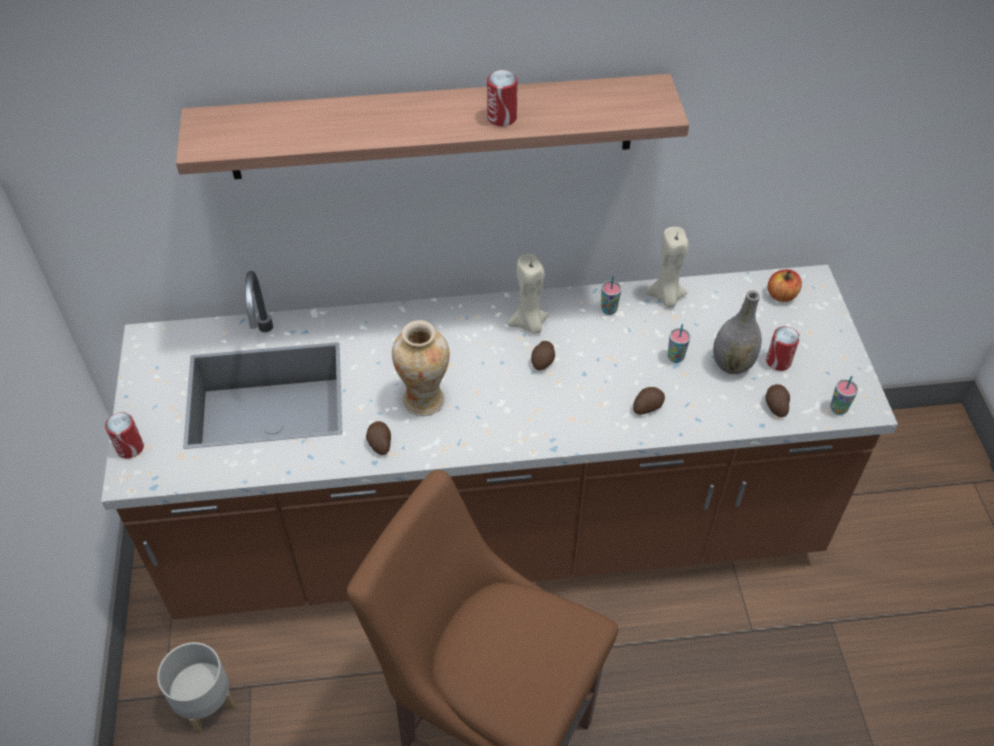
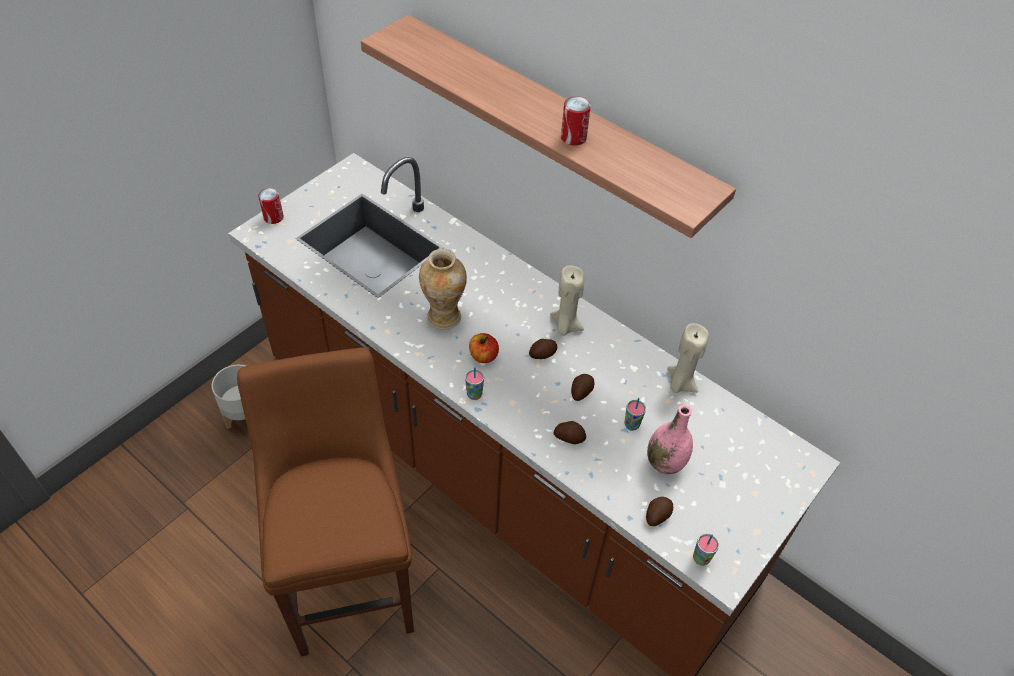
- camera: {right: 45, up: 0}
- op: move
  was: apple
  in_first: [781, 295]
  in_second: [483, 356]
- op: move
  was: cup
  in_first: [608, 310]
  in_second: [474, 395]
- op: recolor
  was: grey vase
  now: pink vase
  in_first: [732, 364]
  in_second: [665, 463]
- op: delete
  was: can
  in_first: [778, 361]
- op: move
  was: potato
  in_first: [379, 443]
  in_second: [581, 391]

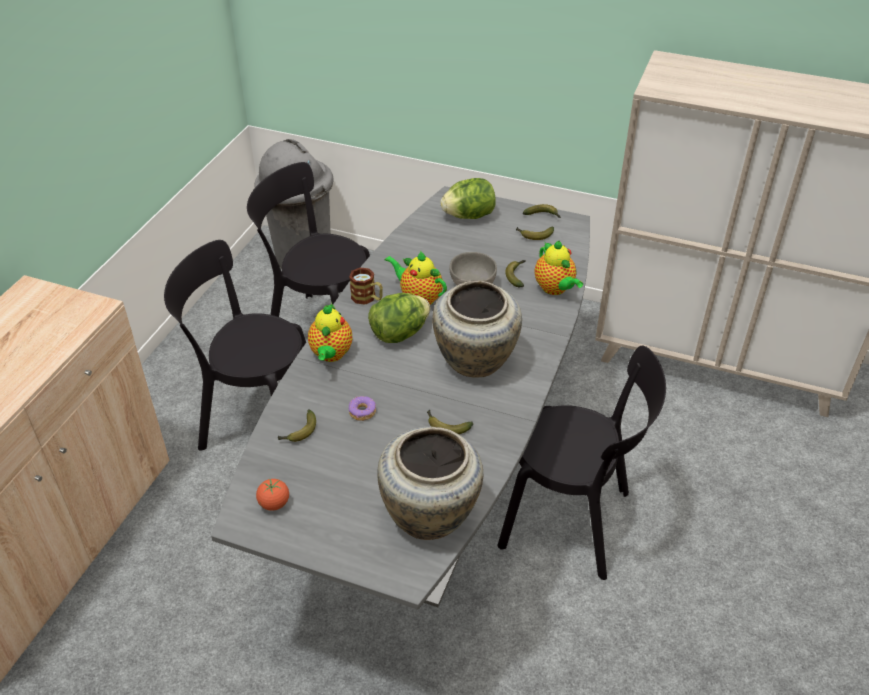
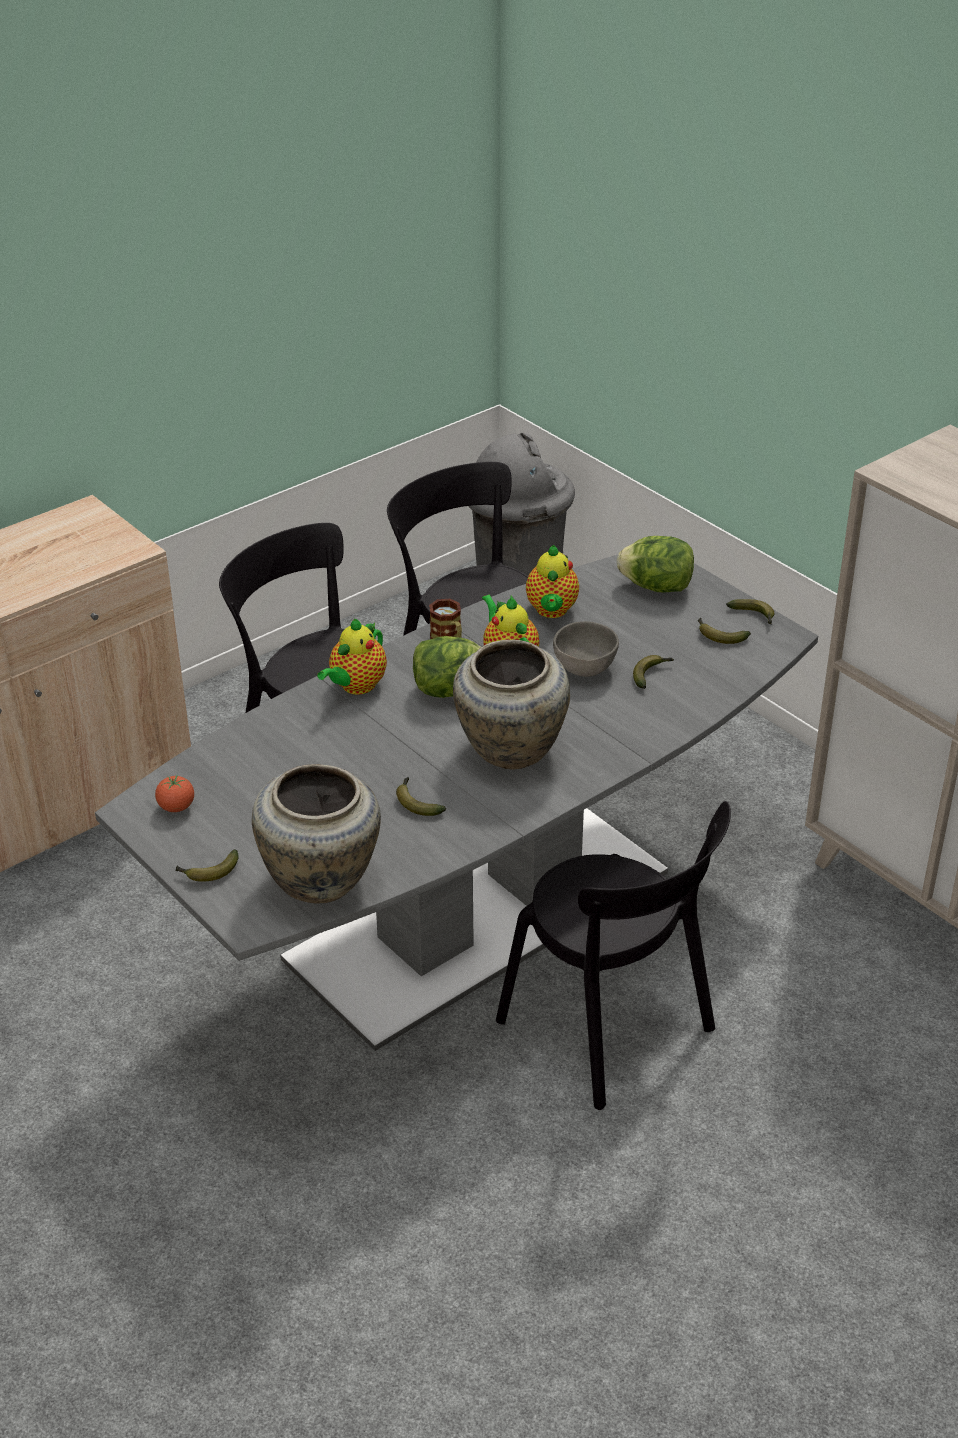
- camera: {right: 30, up: -5}
- op: move
  was: teapot
  in_first: [555, 289]
  in_second: [551, 611]
- op: delete
  was: donut
  in_first: [362, 412]
- op: move
  was: banana
  in_first: [299, 432]
  in_second: [208, 872]

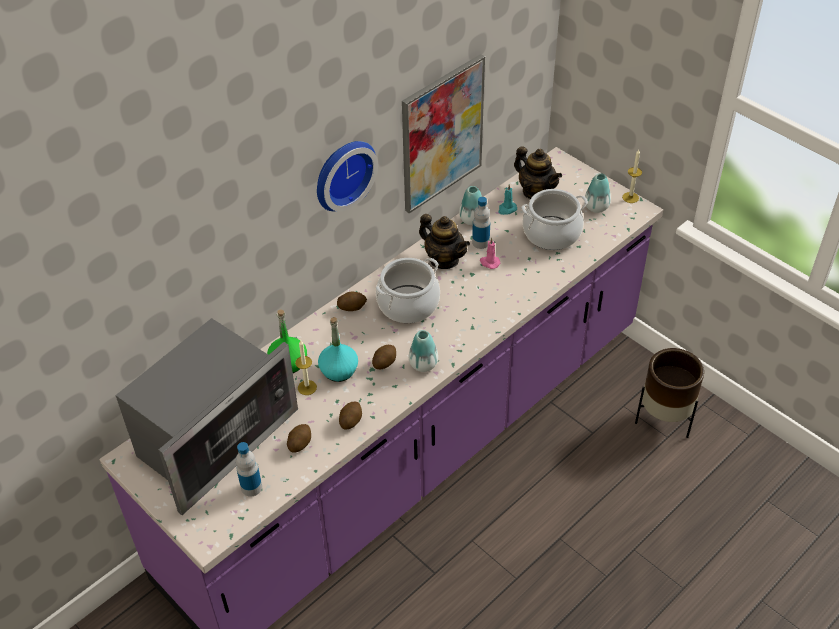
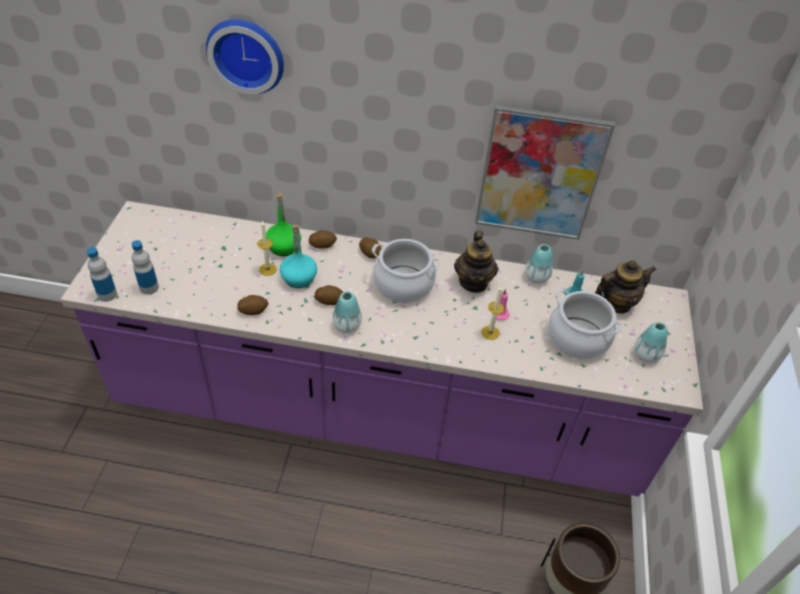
- camera: {right: 50, up: 0}
- op: move
  was: wall clock
  in_first: [342, 173]
  in_second: [247, 54]
- op: rotate
  was: teapot
  in_first: [536, 192]
  in_second: [616, 303]
  clockwise: -120
- op: move
  was: candle
  in_first: [630, 197]
  in_second: [490, 332]
- op: move
  was: bottle
  in_first: [480, 242]
  in_second: [107, 294]
- op: delete
  was: microwave
  in_first: [213, 438]
- op: move
  was: potato
  in_first: [299, 443]
  in_second: [322, 245]

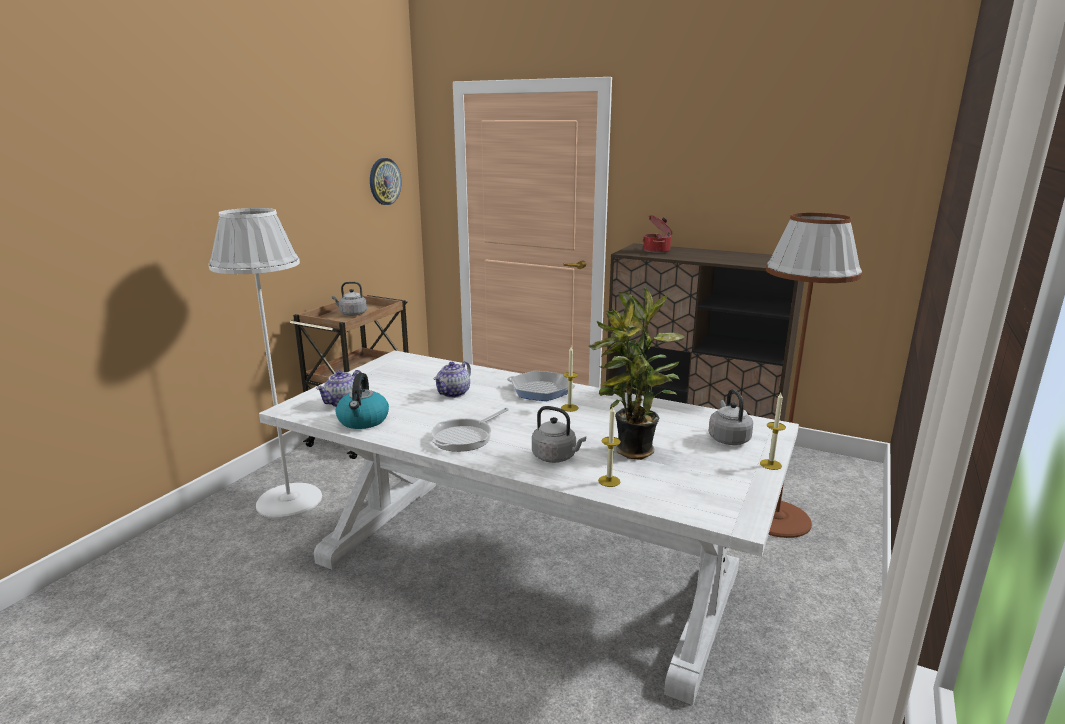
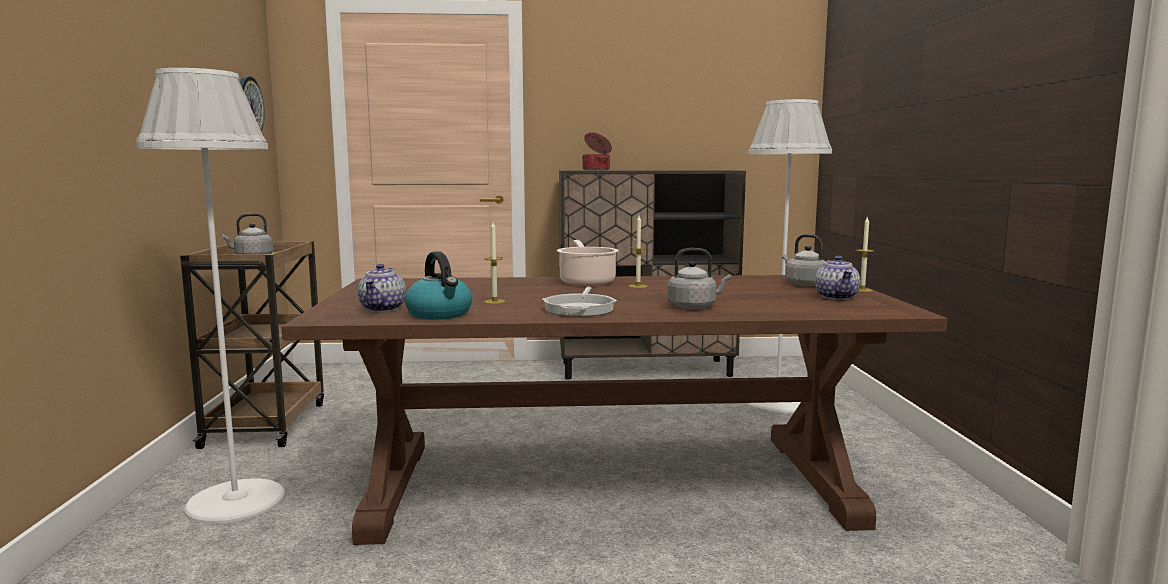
- camera: {right: -30, up: -10}
- op: recolor
  was: brown floor lamp
  now: white floor lamp
  in_first: [776, 518]
  in_second: [778, 402]
- op: delete
  was: potted plant
  in_first: [632, 452]
- op: recolor
  was: white dining table
  now: brown dining table
  in_first: [526, 566]
  in_second: [609, 483]
- op: move
  was: teapot
  in_first: [453, 393]
  in_second: [837, 297]
- op: replace
  was: frying pan
  now: cooking pot
  in_first: [540, 390]
  in_second: [586, 282]
- op: move
  was: candle
  in_first: [609, 481]
  in_second: [494, 301]

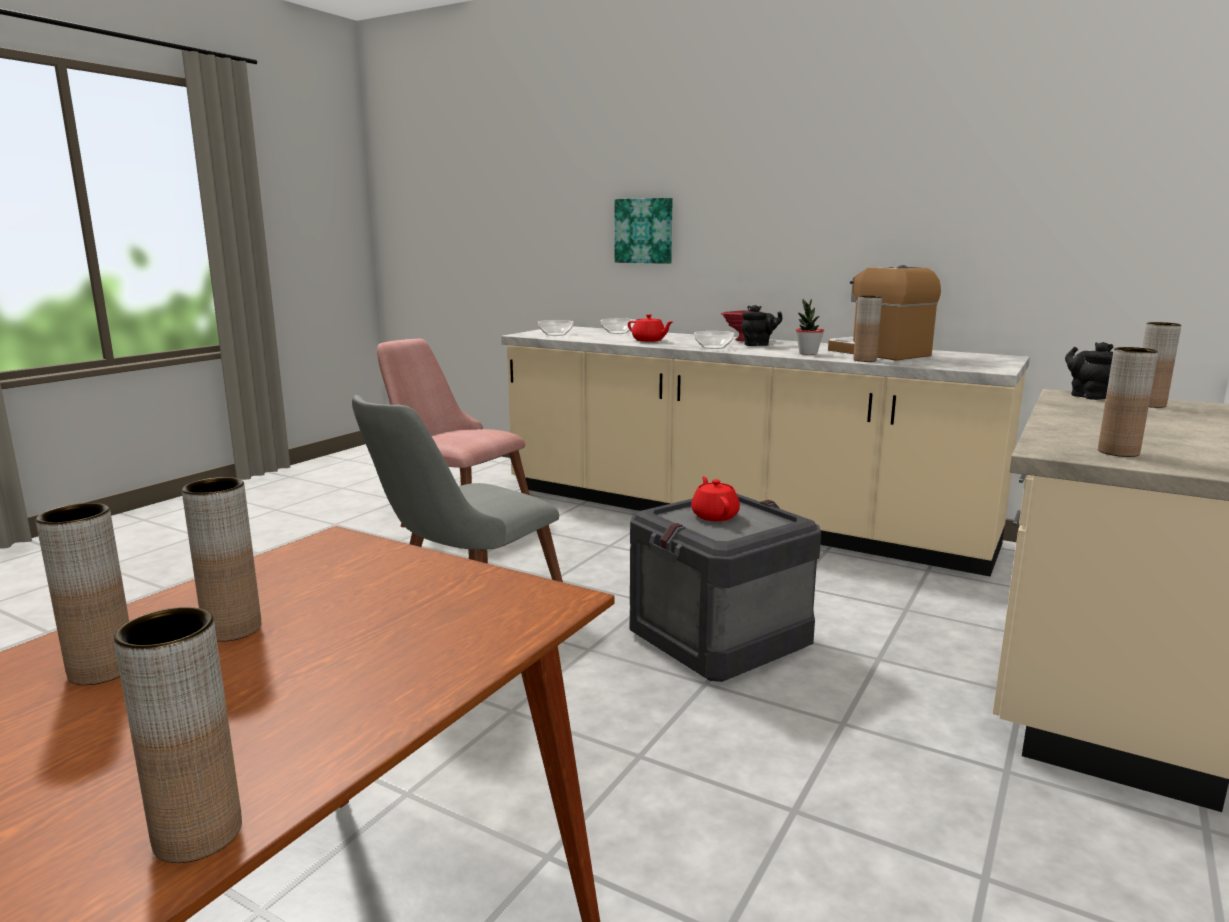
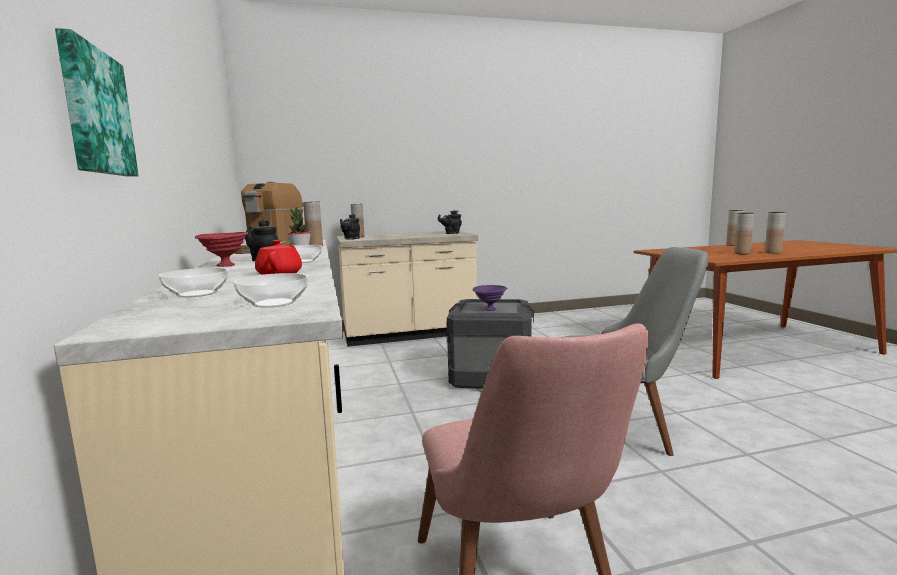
- camera: {right: -135, up: -5}
- op: replace
  was: brown vase
  now: black teapot
  in_first: [1118, 452]
  in_second: [451, 233]
- op: replace
  was: red teapot
  now: purple bowl
  in_first: [714, 515]
  in_second: [490, 310]

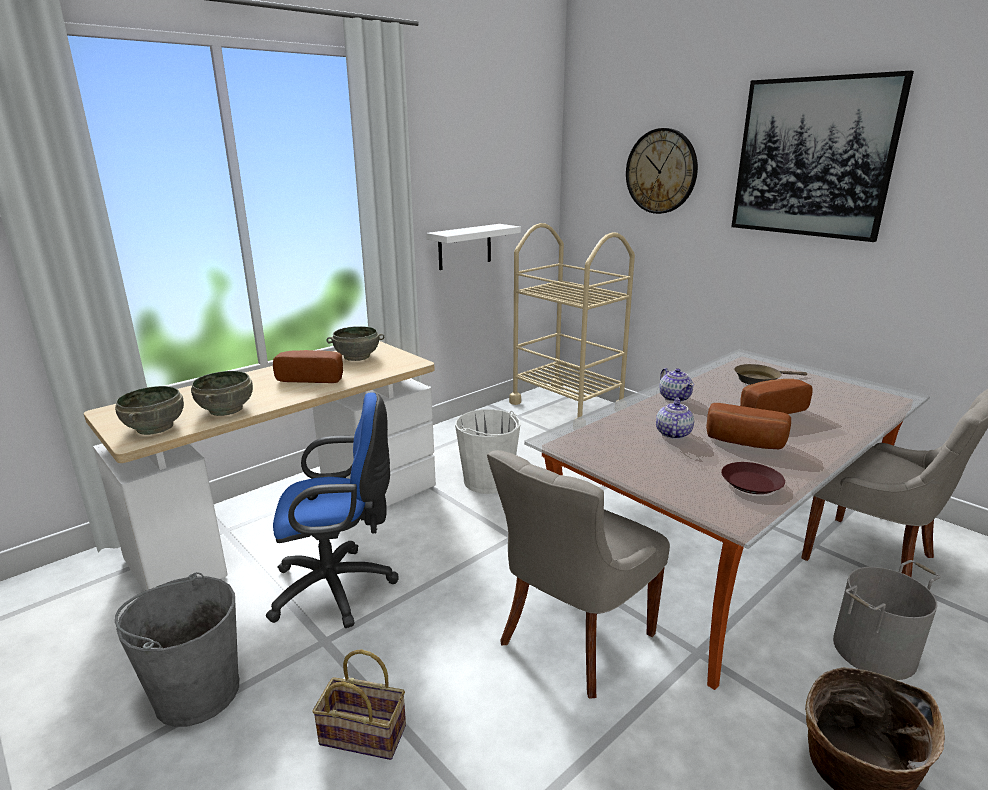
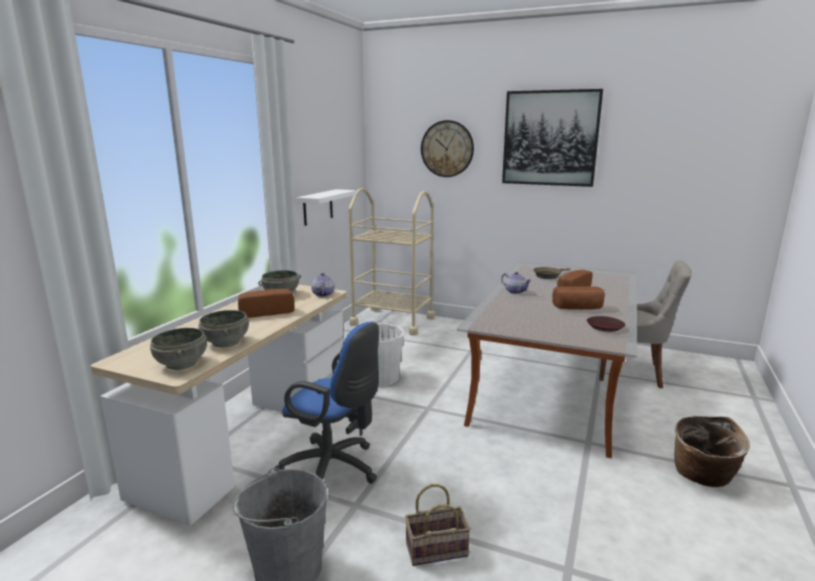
- camera: {right: -25, up: -5}
- op: rotate
  was: blue office chair
  in_first: [339, 588]
  in_second: [334, 470]
  clockwise: 60
- op: move
  was: teapot
  in_first: [672, 434]
  in_second: [323, 294]
- op: delete
  was: grey chair
  in_first: [573, 639]
- op: delete
  was: grey bucket
  in_first: [875, 651]

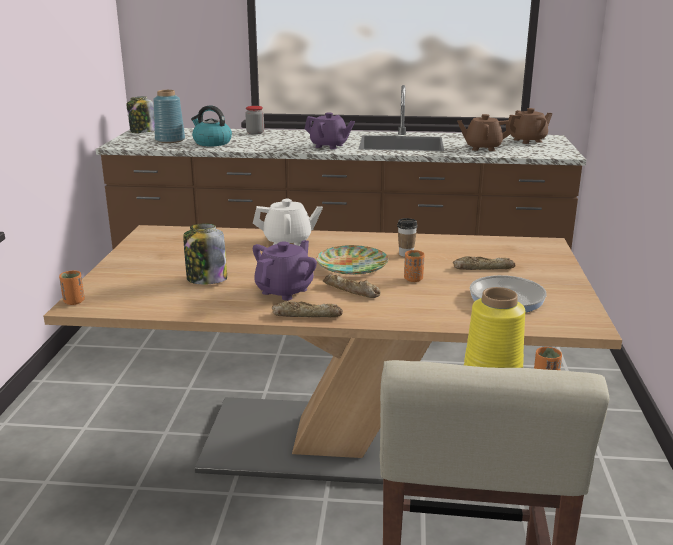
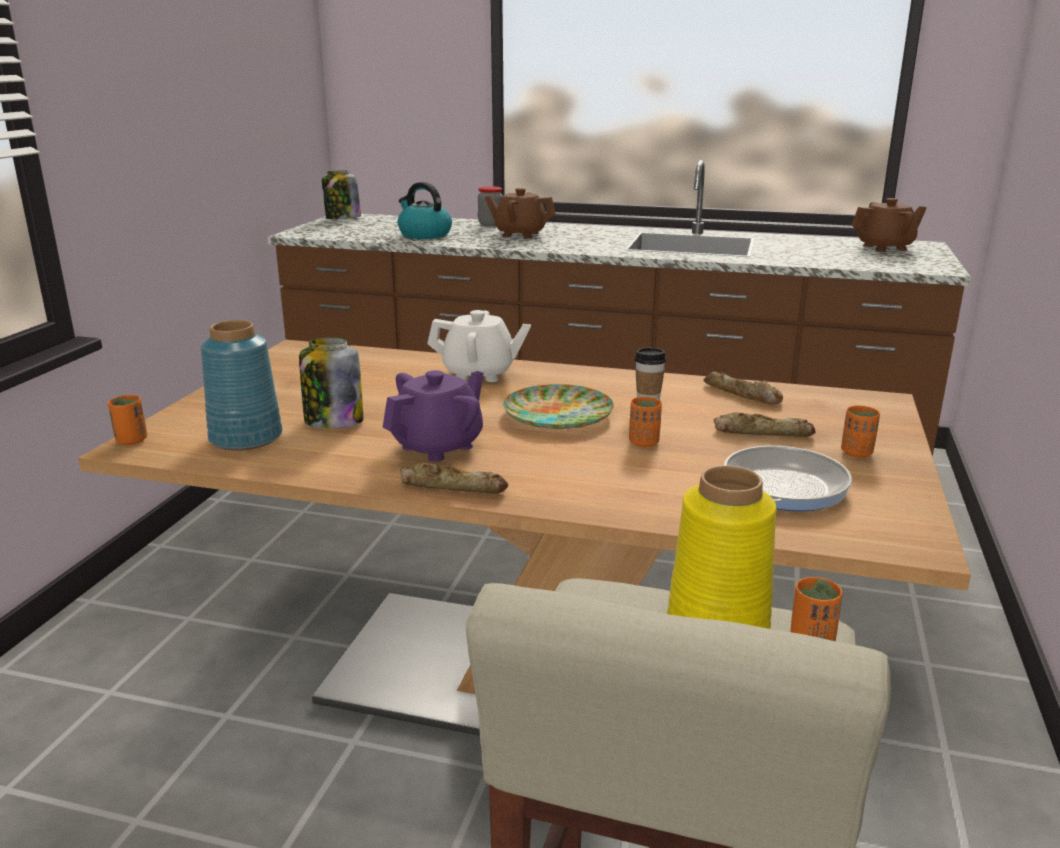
- camera: {right: 10, up: 0}
- op: move
  was: blue vase
  in_first: [170, 140]
  in_second: [245, 437]
- op: delete
  was: purple teapot
  in_first: [329, 146]
- op: move
  was: brown teapot
  in_first: [482, 148]
  in_second: [520, 234]
- op: move
  was: bread
  in_first: [351, 291]
  in_second: [742, 394]
- op: insert
  now: orange cup
  in_second: [856, 452]

